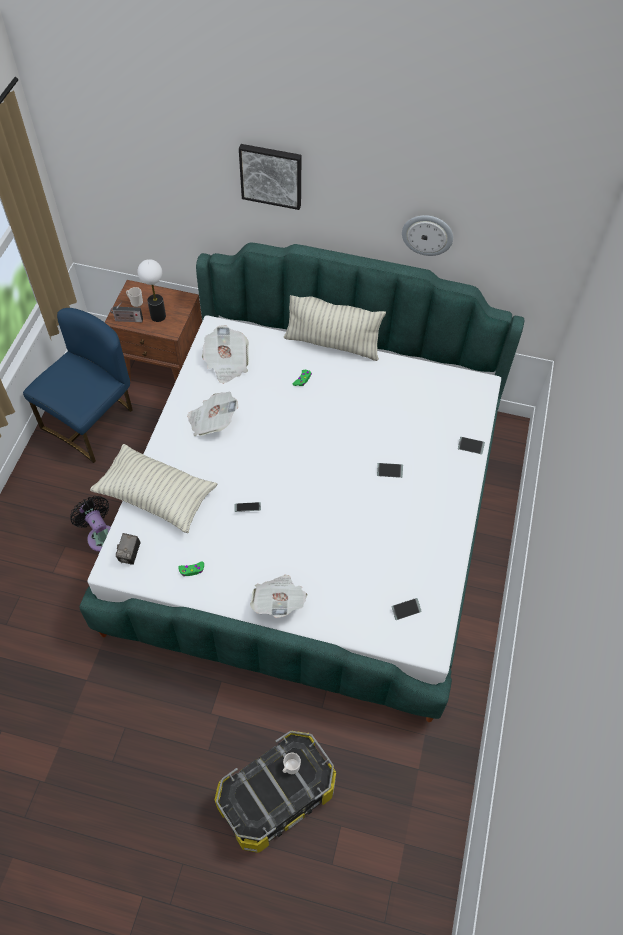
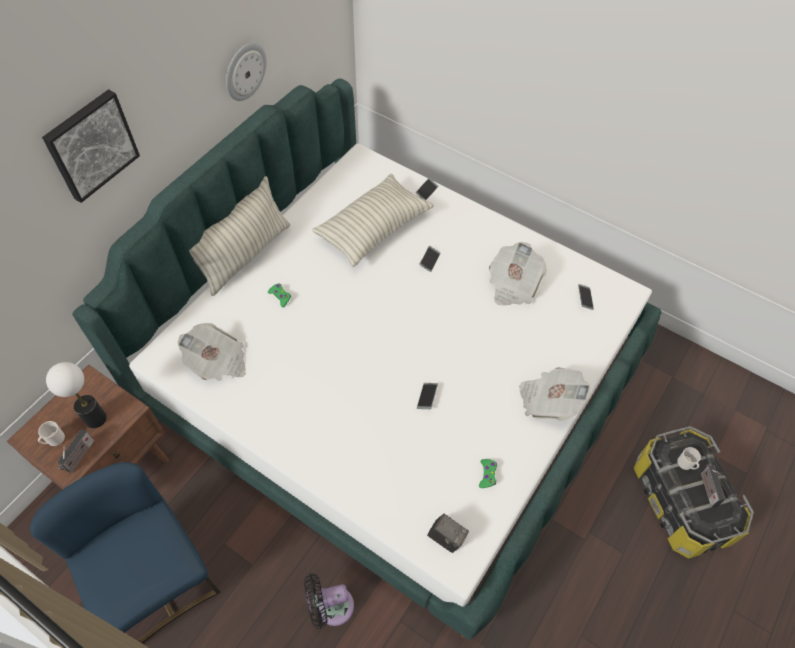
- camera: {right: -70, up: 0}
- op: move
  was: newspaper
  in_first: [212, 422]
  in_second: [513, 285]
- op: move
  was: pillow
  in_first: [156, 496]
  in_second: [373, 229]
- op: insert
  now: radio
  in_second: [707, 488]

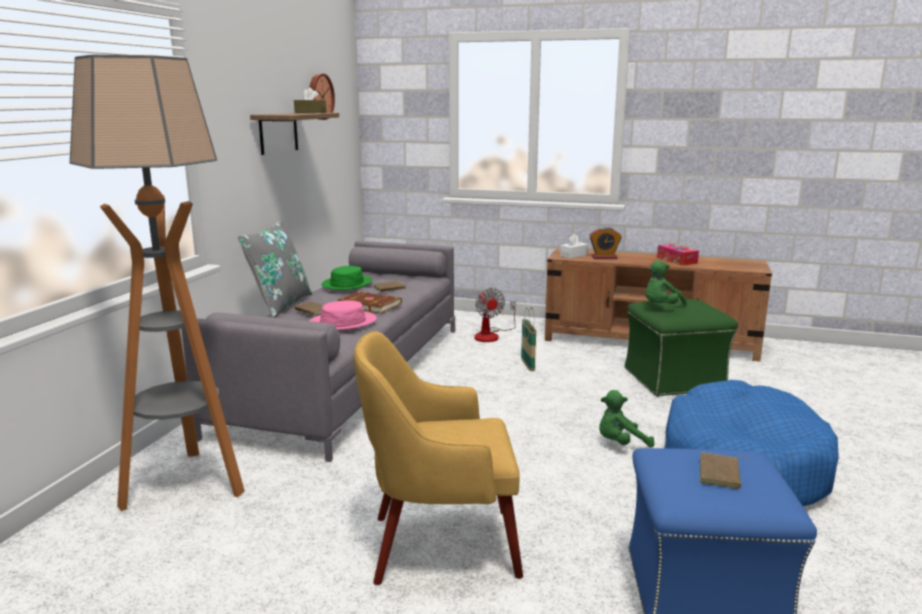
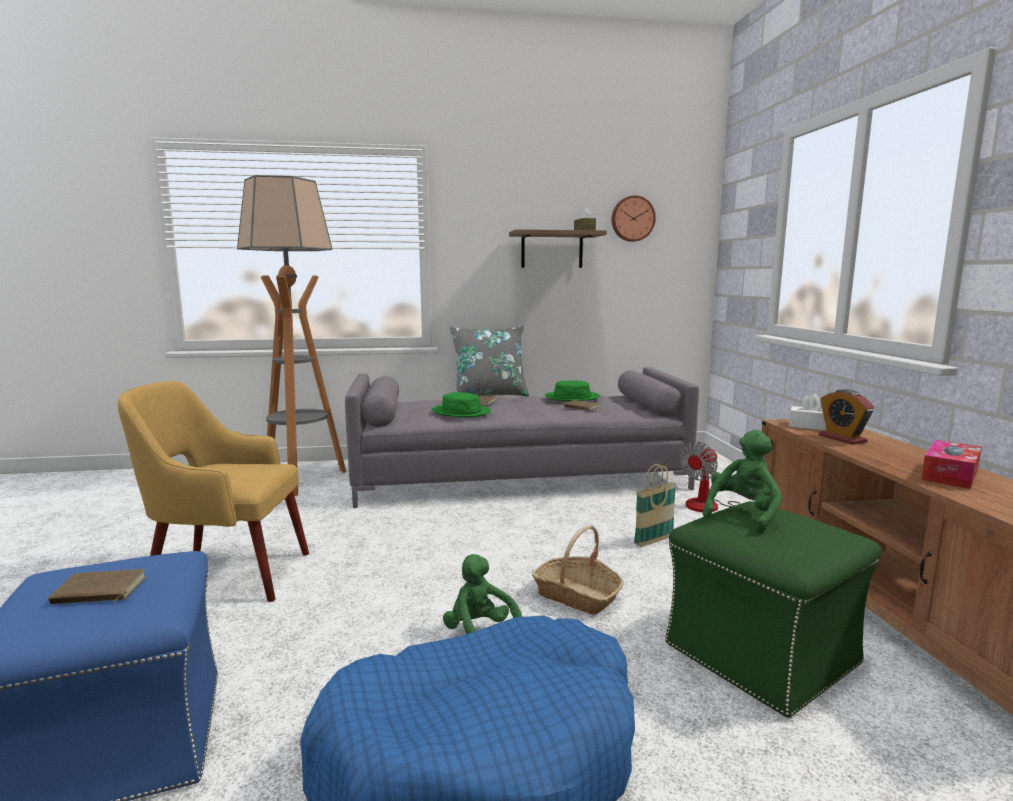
- camera: {right: 65, up: -5}
- op: rotate
  was: green plush toy
  in_first: [660, 307]
  in_second: [743, 514]
  clockwise: 105
- op: delete
  was: brown book
  in_first: [370, 305]
- op: recolor
  was: pink hat
  now: green hat
  in_first: [343, 322]
  in_second: [461, 412]
- op: rotate
  was: yellow armchair
  in_first: [439, 545]
  in_second: [226, 574]
  clockwise: -60
- op: insert
  now: basket
  in_second: [577, 595]

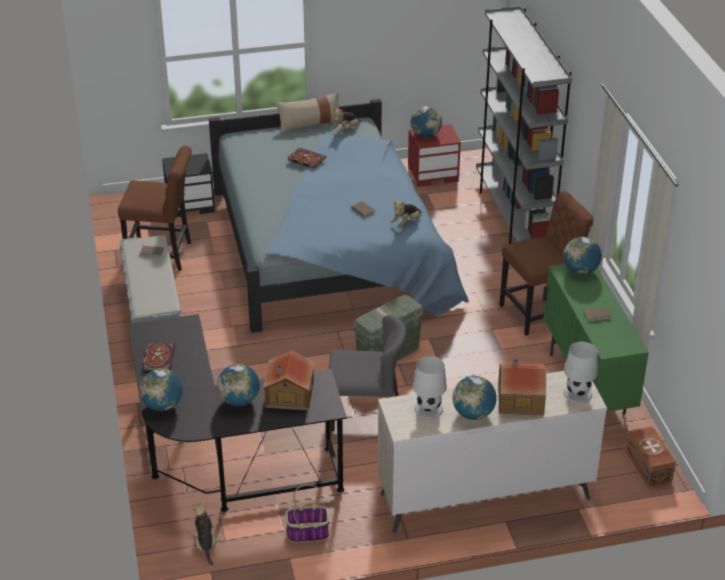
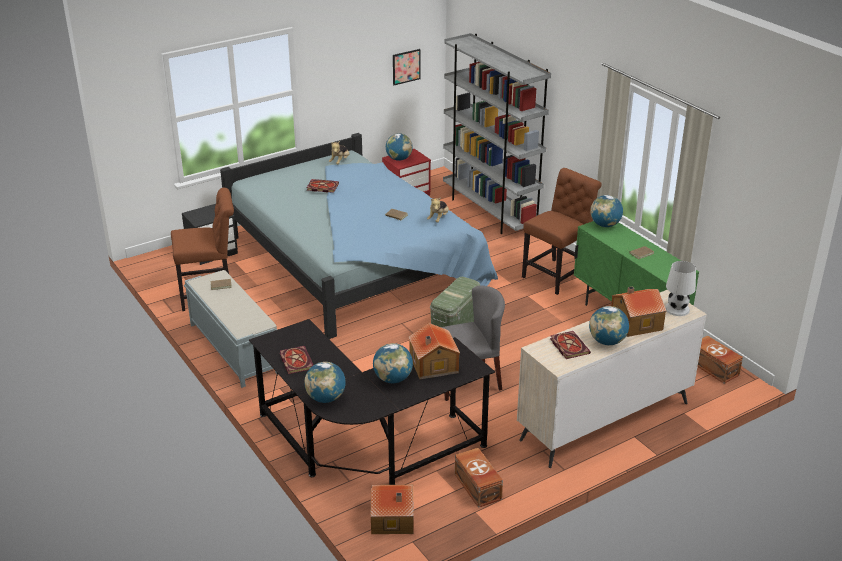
- camera: {right: -20, up: -5}
- op: delete
  was: beige pillow
  in_first: [309, 124]
- op: replace
  was: white table lamp
  now: book
  in_first: [428, 409]
  in_second: [568, 346]
- op: replace
  was: basket
  now: brown storage box
  in_first: [307, 533]
  in_second: [477, 487]
- op: replace
  was: plush toy
  now: toy house
  in_first: [206, 544]
  in_second: [393, 519]
- op: insert
  now: picture
  in_second: [406, 66]

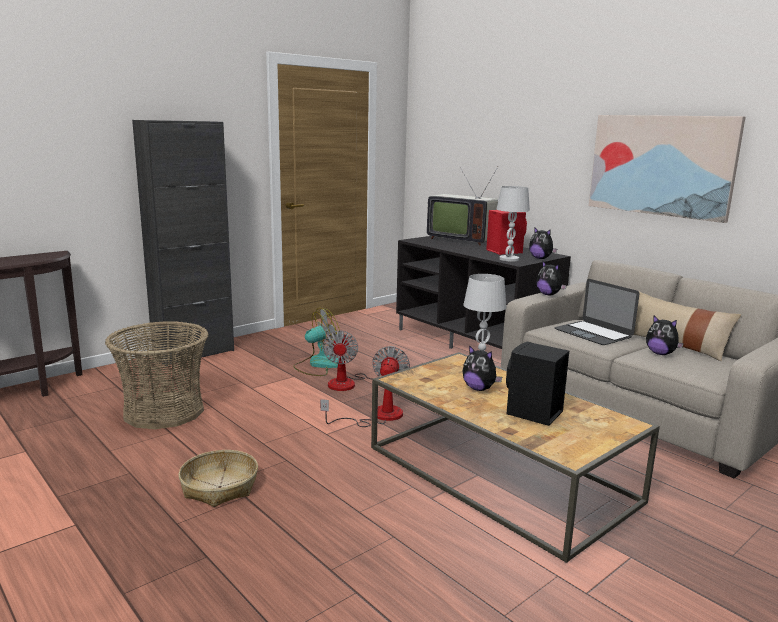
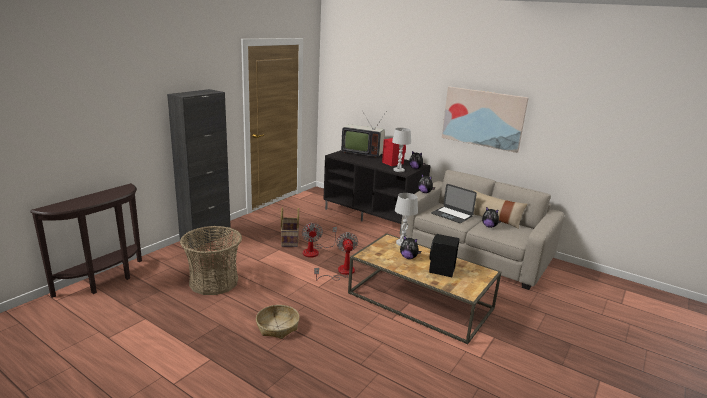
- camera: {right: -15, up: 5}
- op: replace
  was: fan
  now: basket
  in_first: [318, 365]
  in_second: [289, 240]

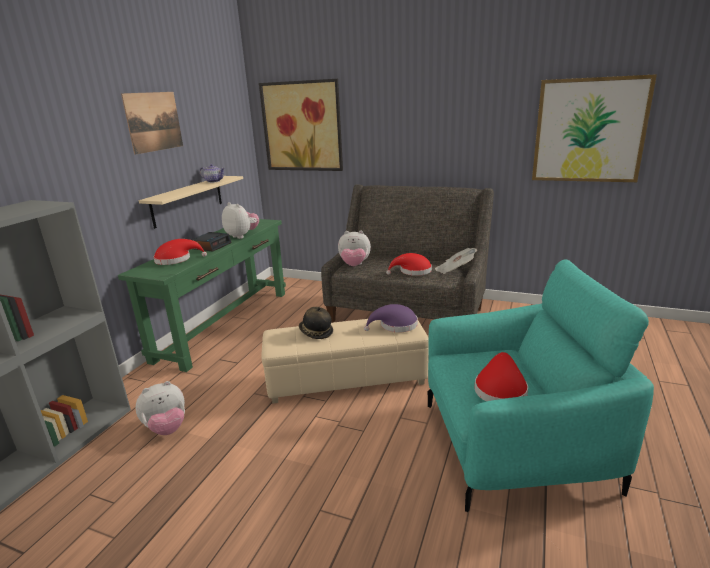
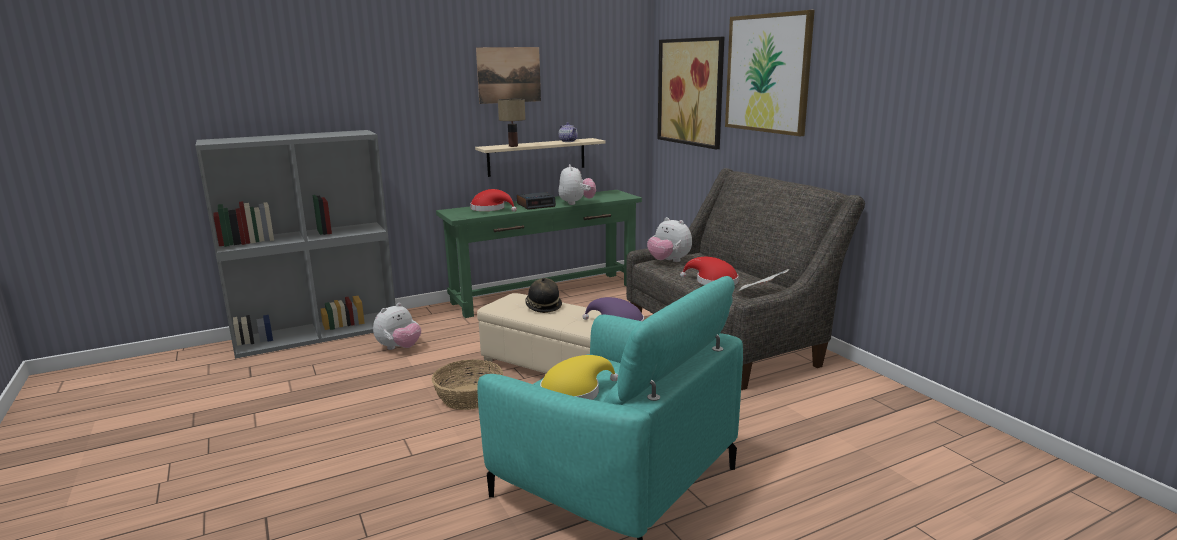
- camera: {right: 40, up: -5}
- op: move
  was: picture
  in_first: [589, 130]
  in_second: [767, 73]
- op: recolor
  was: red hat
  now: yellow hat
  in_first: [500, 389]
  in_second: [574, 392]
- op: rotate
  was: plush toy
  in_first: [167, 428]
  in_second: [399, 348]
  clockwise: -60
- op: insert
  now: table lamp
  in_second: [513, 146]
- op: insert
  now: basket
  in_second: [469, 397]

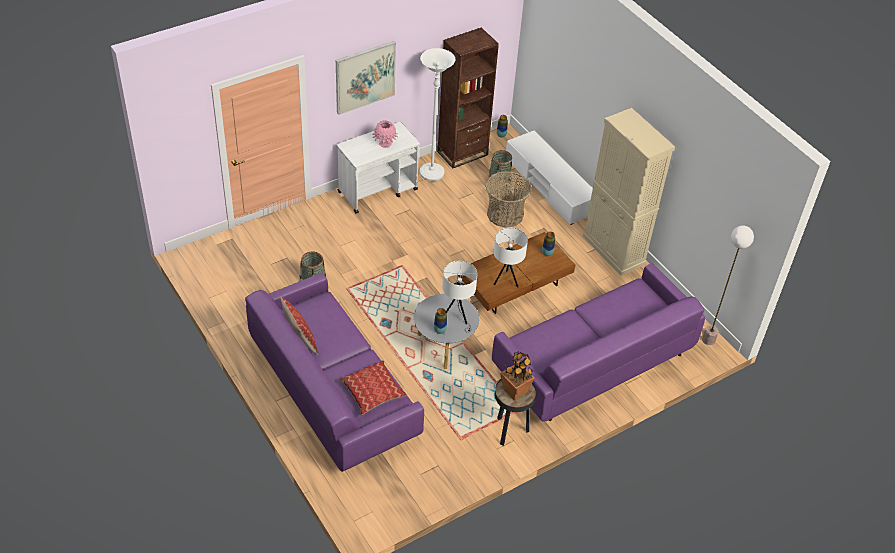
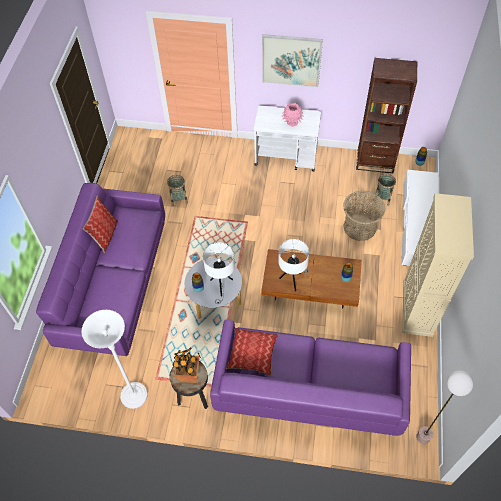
- camera: {right: 45, up: 10}
- op: move
  was: white floor lamp
  in_first: [431, 173]
  in_second: [134, 396]
- op: move
  was: pillow
  in_first: [372, 392]
  in_second: [252, 354]

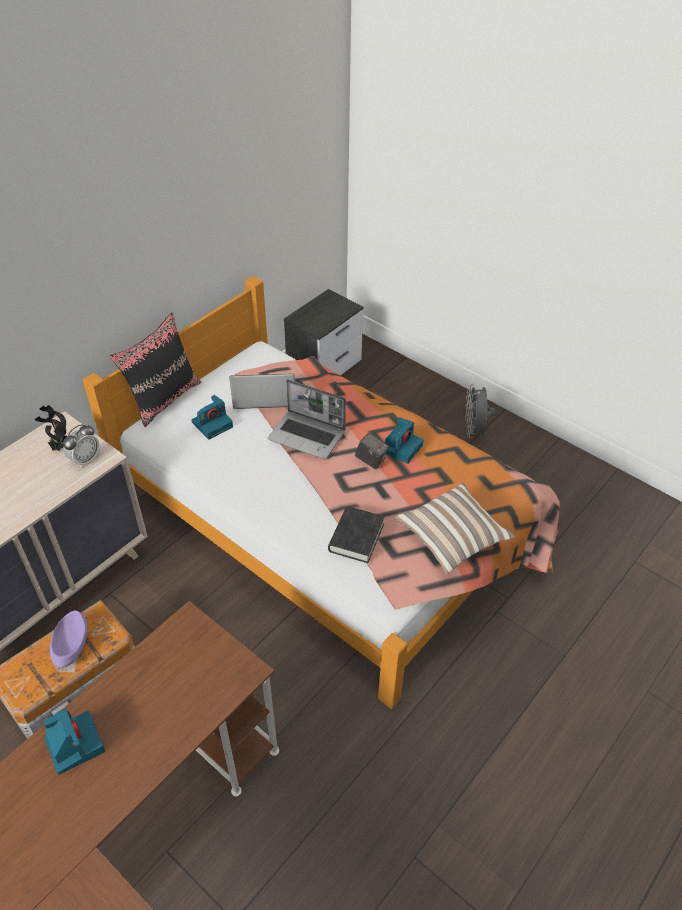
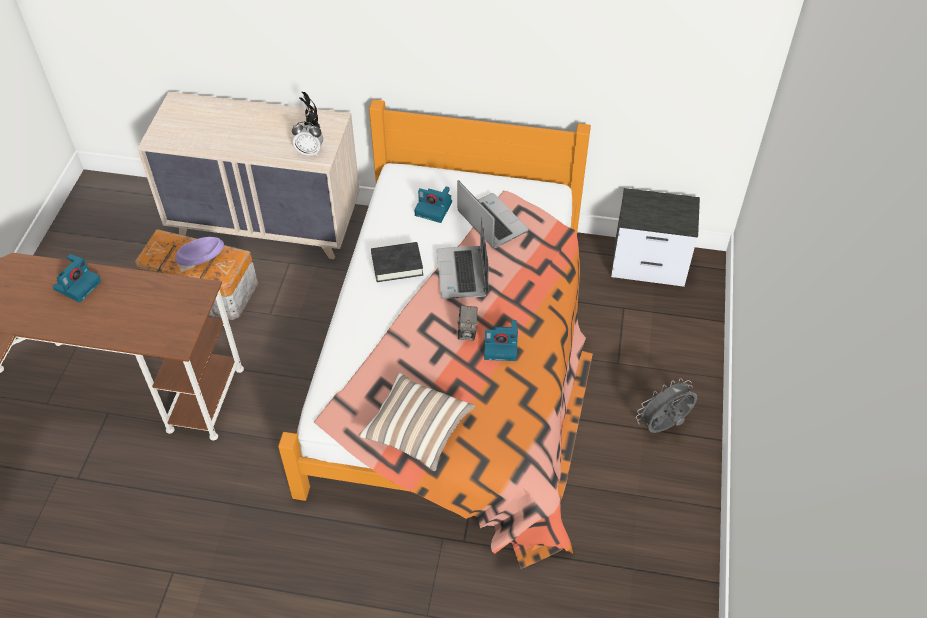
- camera: {right: 60, up: 5}
- op: delete
  was: black pillow
  in_first: [164, 398]
- op: move
  was: black book
  in_first: [356, 537]
  in_second: [397, 265]

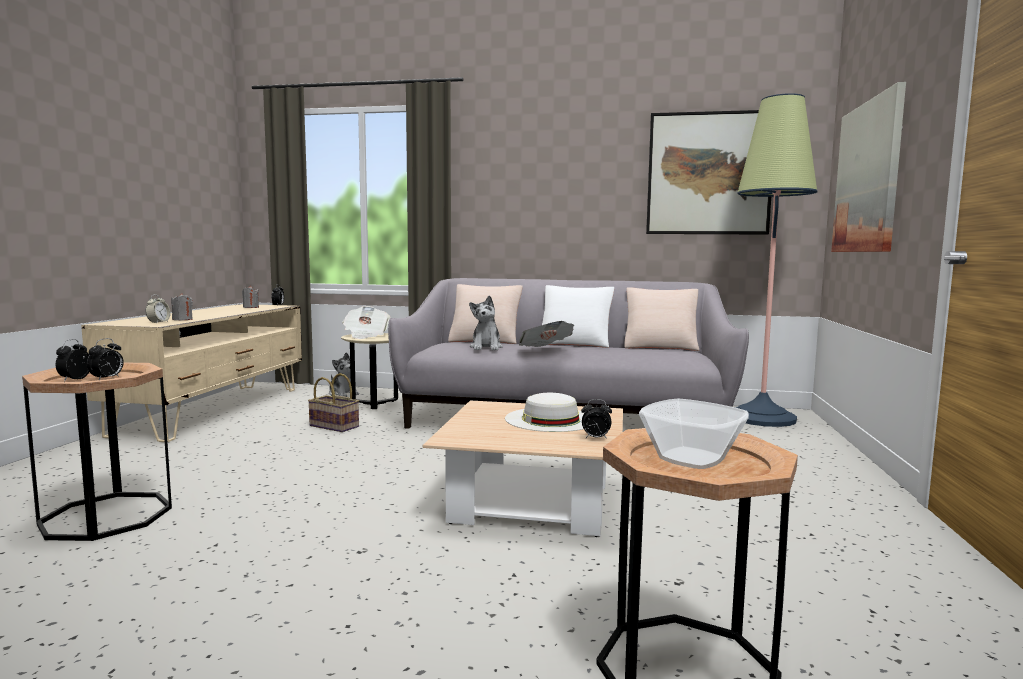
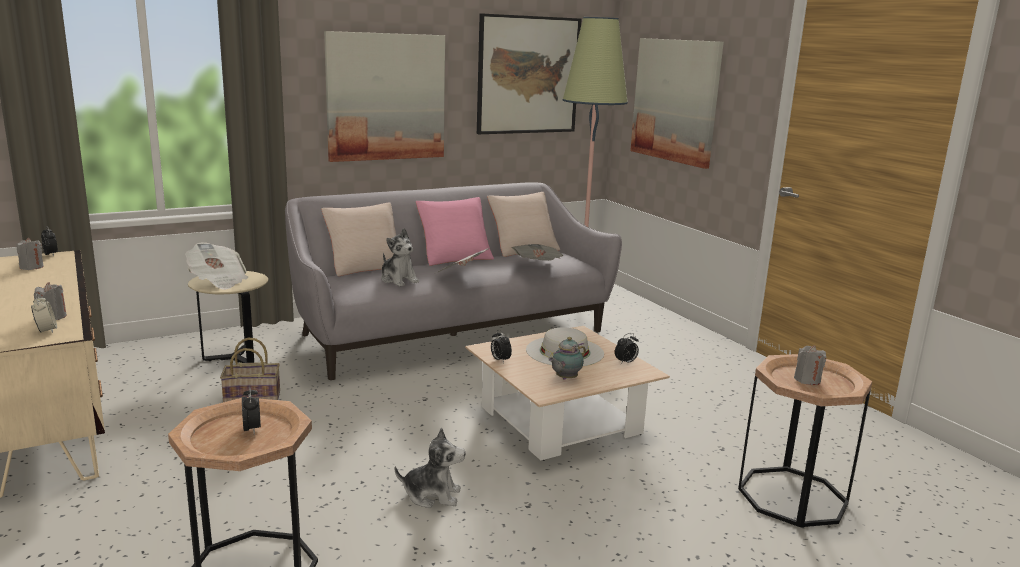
- camera: {right: -40, up: 10}
- op: recolor
  was: white pillow
  now: pink pillow
  in_first: [575, 343]
  in_second: [454, 257]
- op: move
  was: alarm clock
  in_first: [74, 380]
  in_second: [500, 360]
- op: move
  was: plush toy
  in_first: [343, 394]
  in_second: [432, 495]
- op: replace
  was: bowl
  now: grey candle
  in_first: [692, 459]
  in_second: [807, 380]
- op: insert
  now: picture
  in_second: [386, 97]
- op: insert
  now: newspaper
  in_second: [537, 266]
- op: insert
  now: teapot
  in_second: [565, 378]

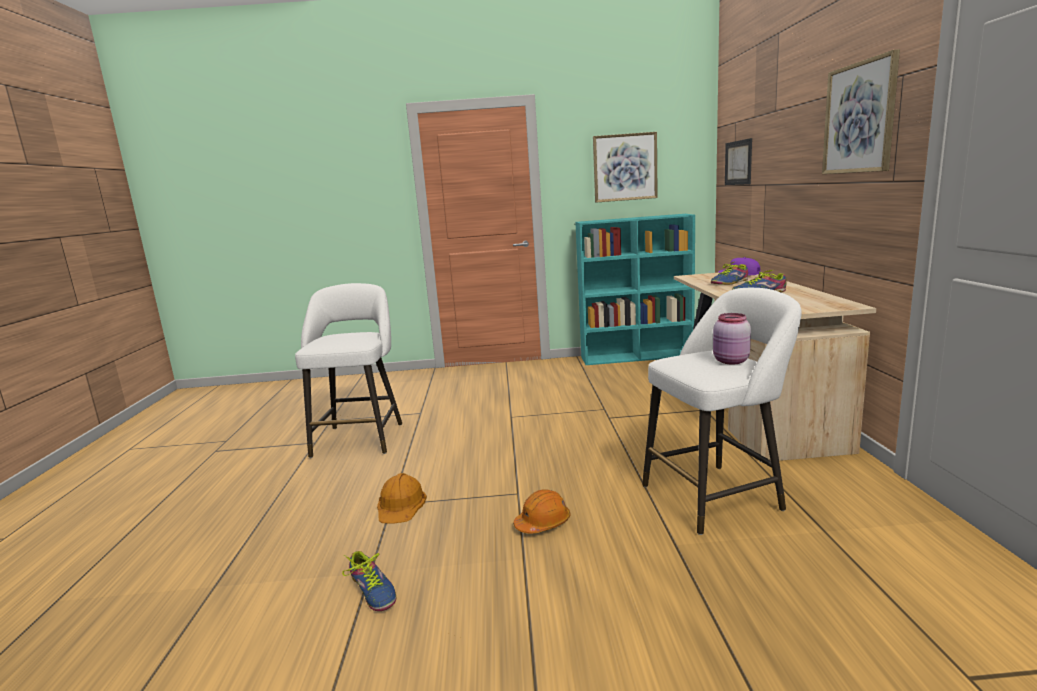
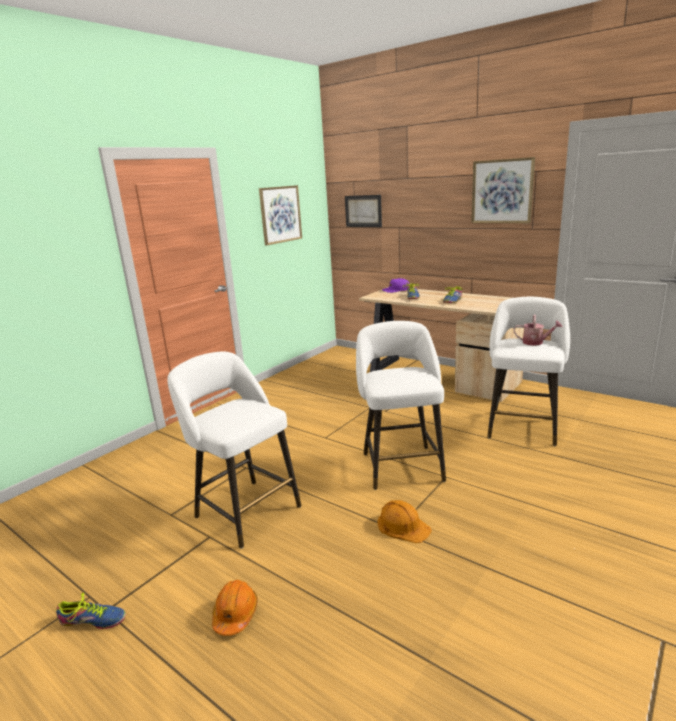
- camera: {right: -50, up: 5}
- op: delete
  was: turquoise bookcase
  in_first: [637, 356]
- op: replace
  was: pink jar
  now: watering can
  in_first: [731, 361]
  in_second: [536, 342]
- op: move
  was: orange hard hat
  in_first: [543, 523]
  in_second: [235, 614]
- op: move
  was: shoe
  in_first: [373, 590]
  in_second: [93, 620]
- op: insert
  now: white stool
  in_second: [401, 464]

